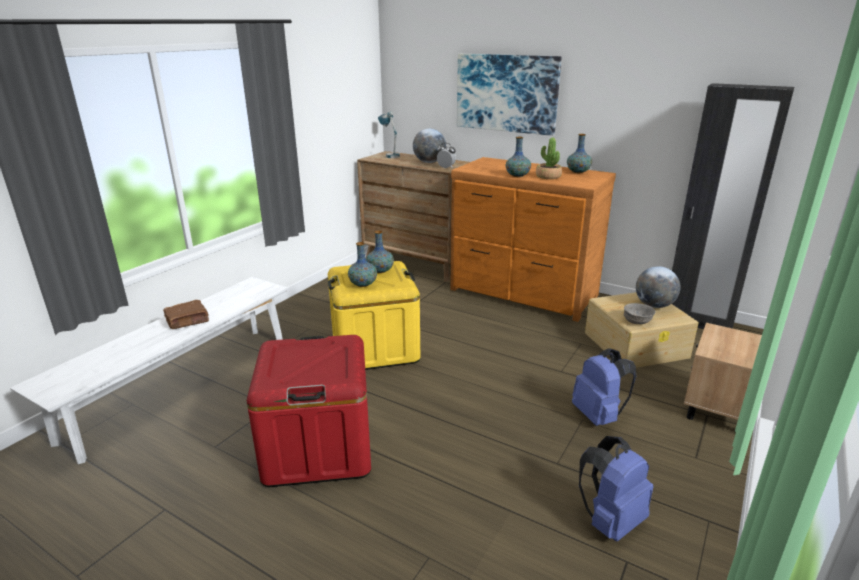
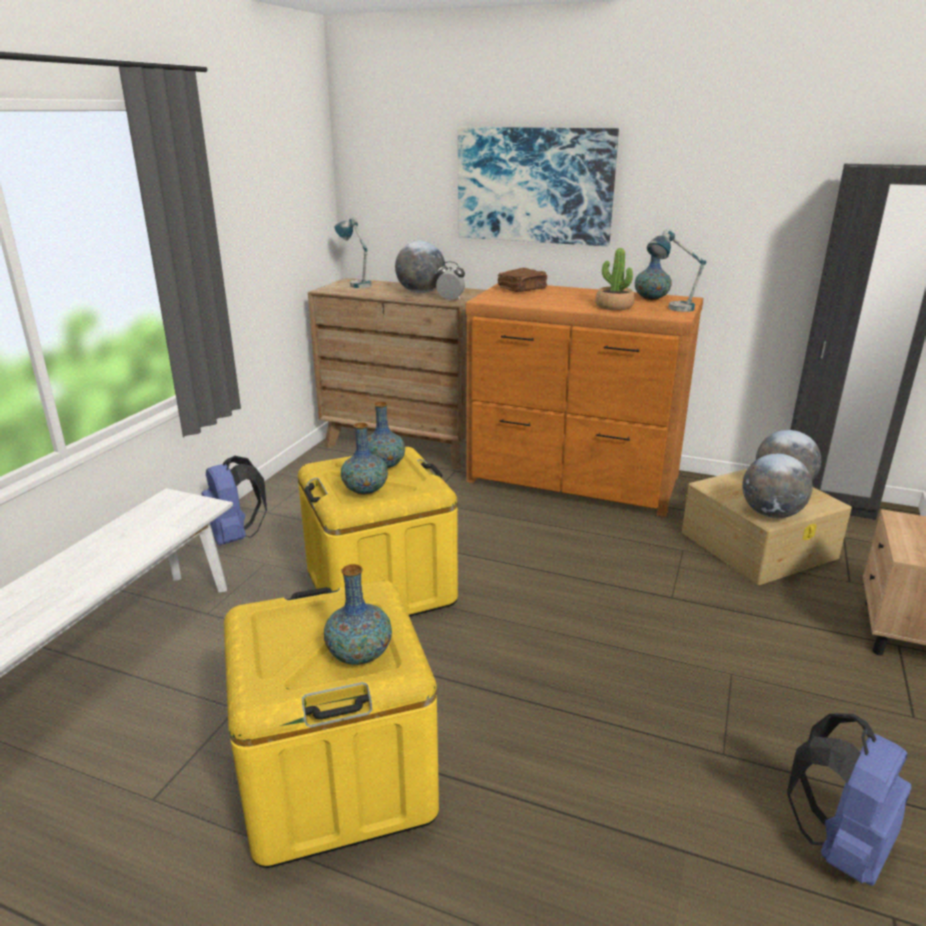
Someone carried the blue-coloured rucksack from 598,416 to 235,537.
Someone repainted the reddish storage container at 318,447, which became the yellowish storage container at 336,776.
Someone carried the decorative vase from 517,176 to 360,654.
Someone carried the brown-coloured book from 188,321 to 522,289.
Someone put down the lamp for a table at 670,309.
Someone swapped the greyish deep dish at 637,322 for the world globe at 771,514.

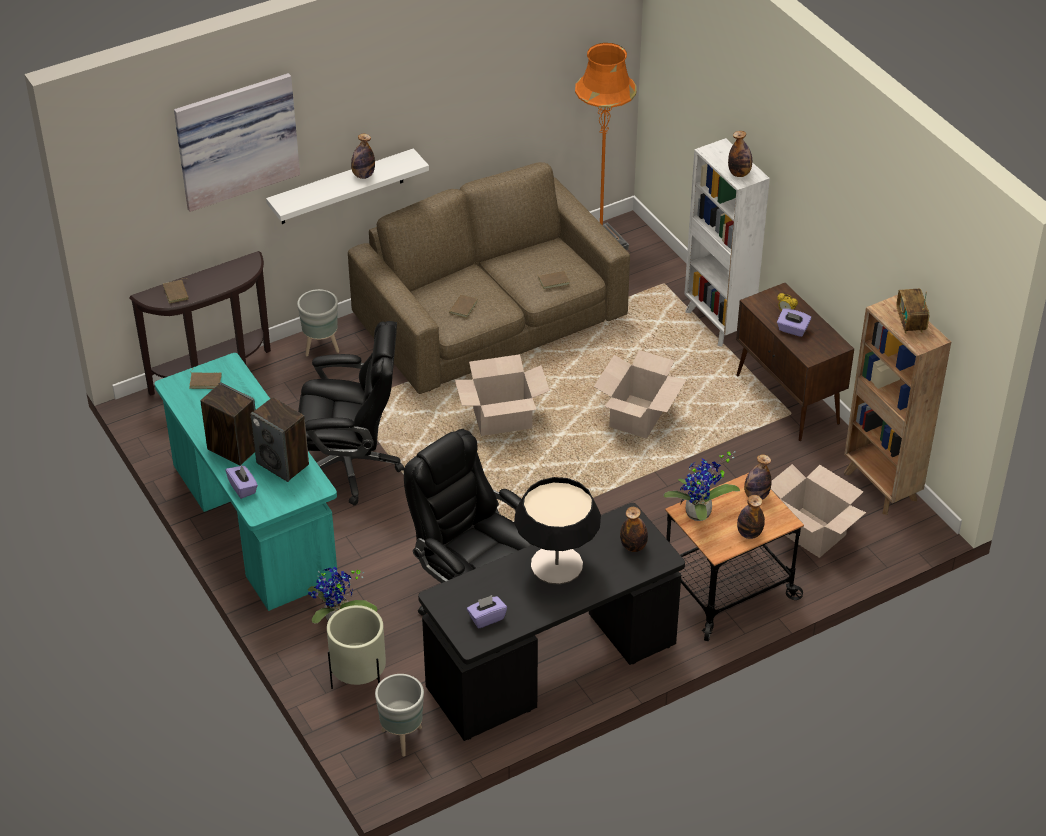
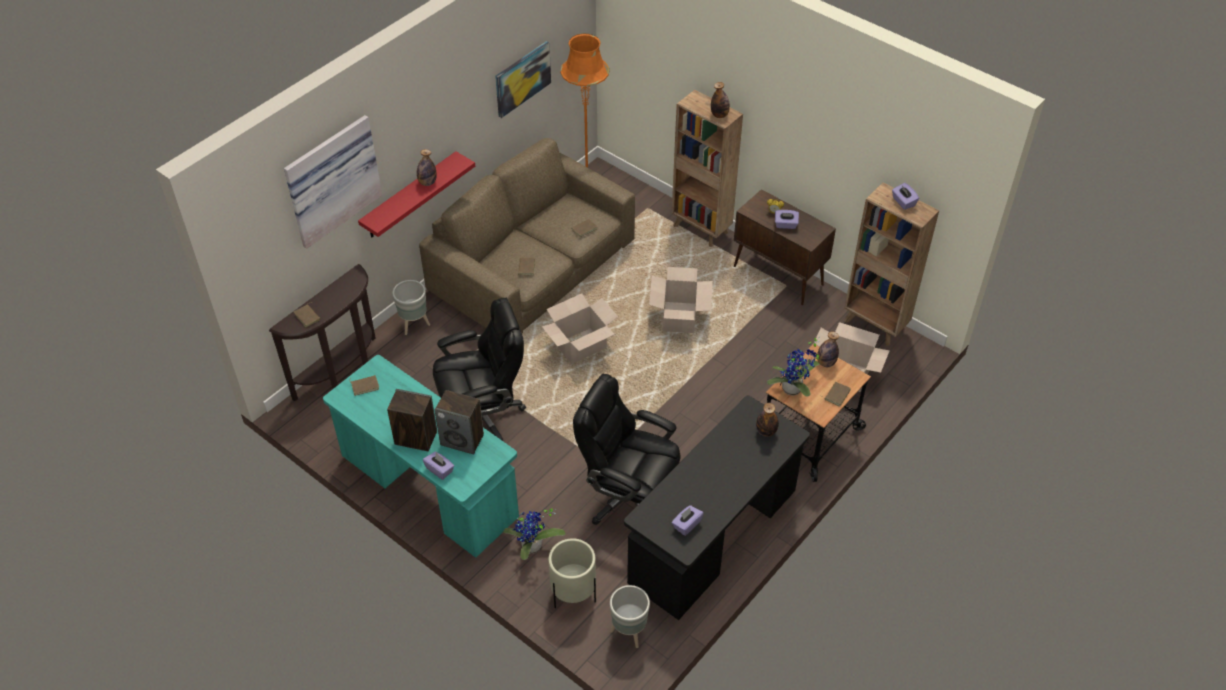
Someone repainted the white wall shelf at 341,187, which became the reddish wall shelf at 410,196.
Someone put up the picture at 522,78.
Someone repainted the white bookshelf at 718,324, which became the brown-coloured bookshelf at 701,230.
Someone swapped the beverage bottle at 749,533 for the brown-coloured book at 836,394.
Someone swapped the radio set at 910,322 for the purplish tissue holder at 903,202.
Someone took away the lamp for a table at 556,564.

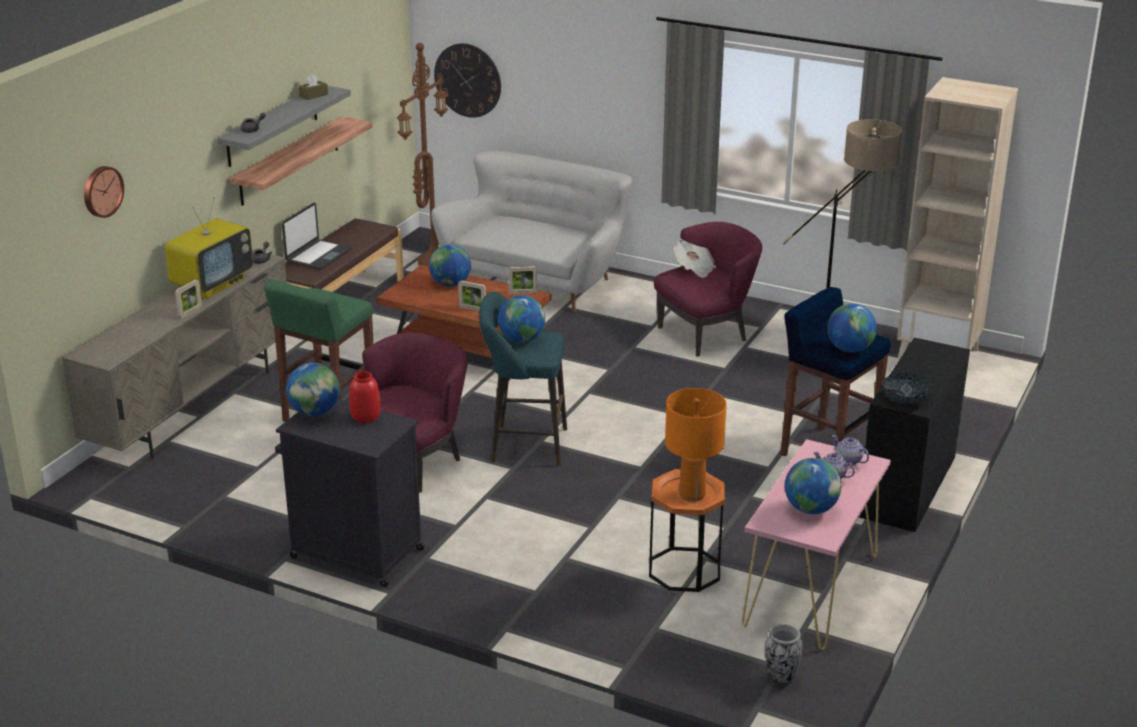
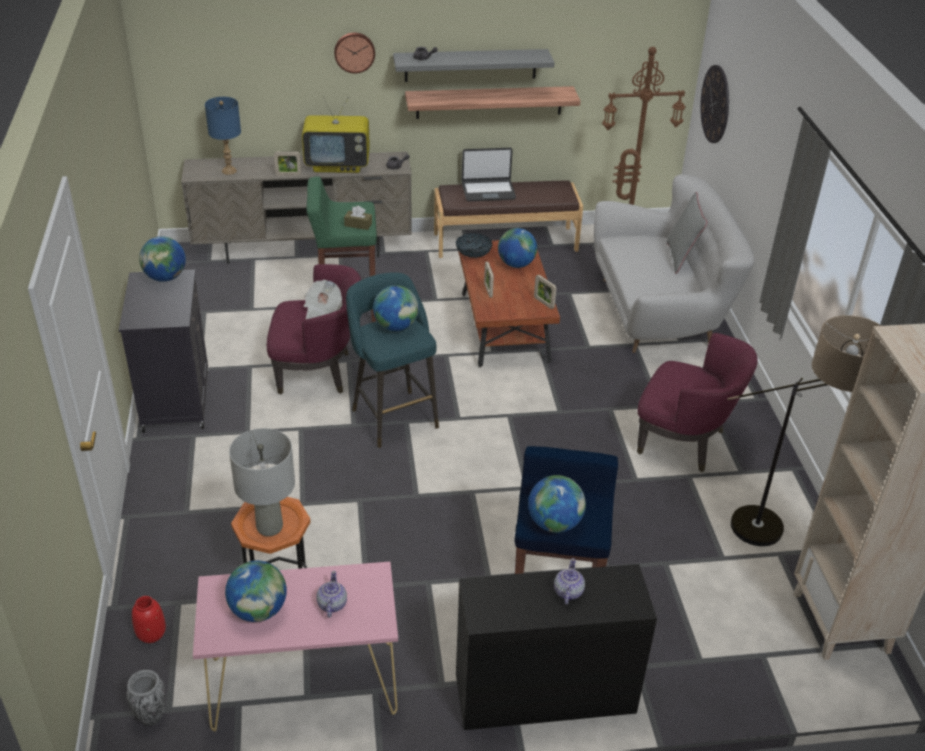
Someone carried the reddish decorative vase from 366,417 to 151,634.
Someone put down the blue-coloured lamp for a table at 229,171.
Someone repainted the orangey lamp for a table at 691,494, which became the greyish lamp for a table at 270,527.
Someone carried the daily paper from 694,268 to 323,311.
Someone carried the clock on the wall from 101,191 to 354,52.
Someone carried the brown-coloured tissue holder from 313,95 to 358,225.
Someone carried the deep dish from 905,400 to 473,253.
Someone carried the teapot from 848,461 to 567,592.
Someone put down the greyish cushion at 681,258.

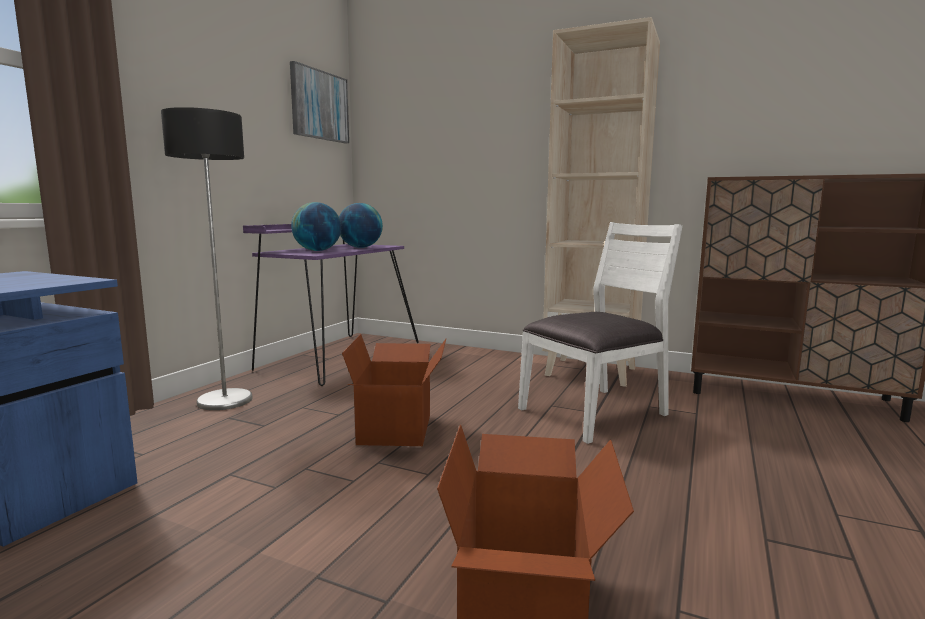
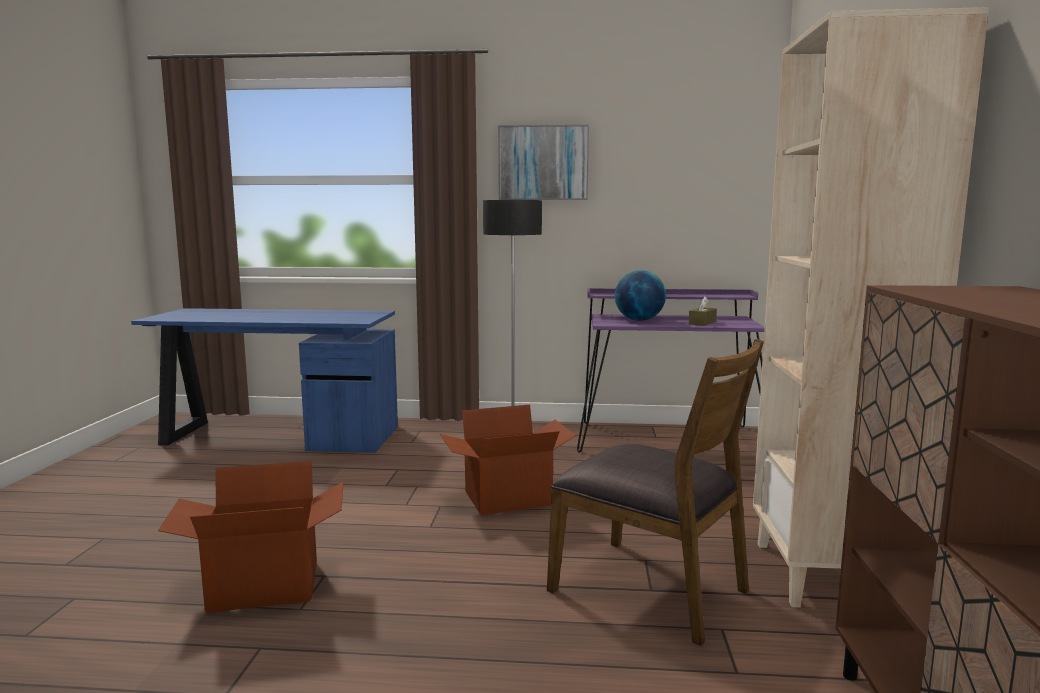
Someone carried the picture from 319,105 to 543,163.
Someone repainted the white upright chair at 595,412, which became the brown-coloured upright chair at 651,589.
Someone swapped the world globe at 360,247 for the brown-coloured tissue holder at 702,323.

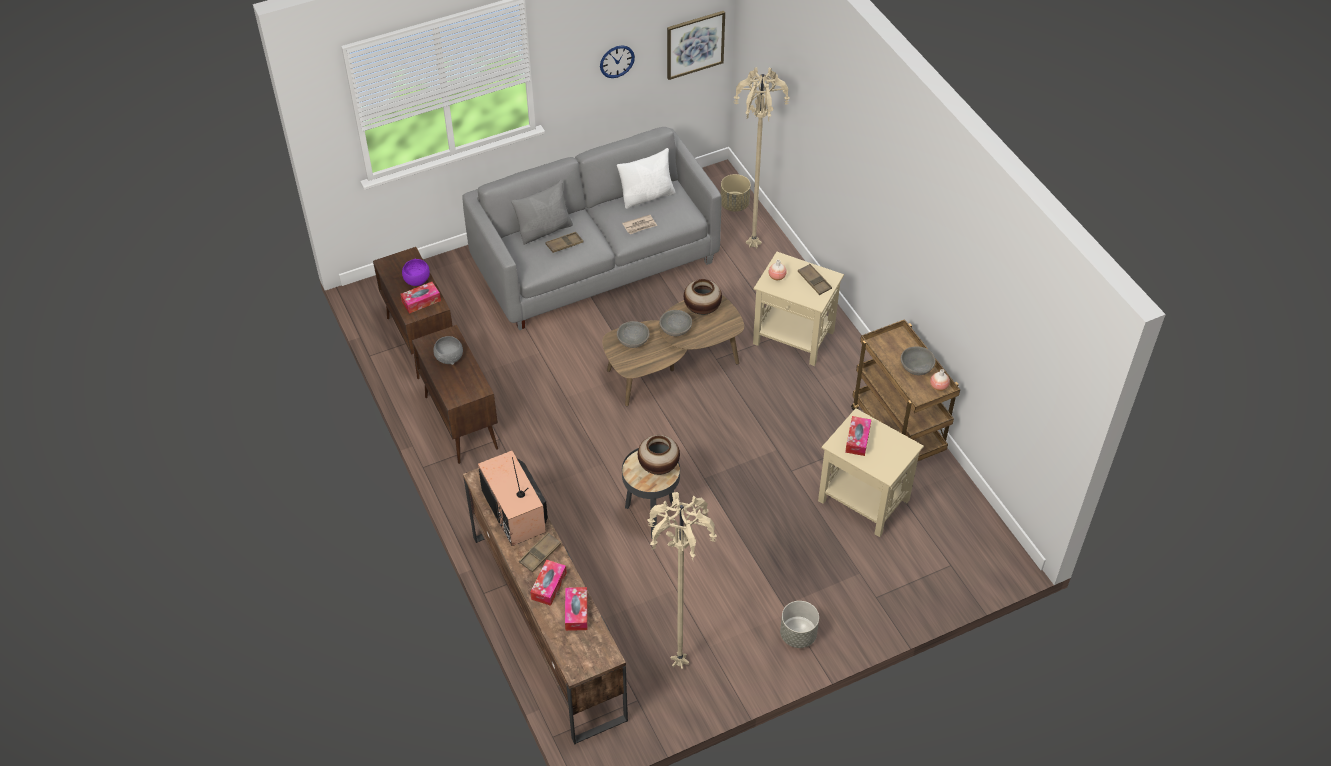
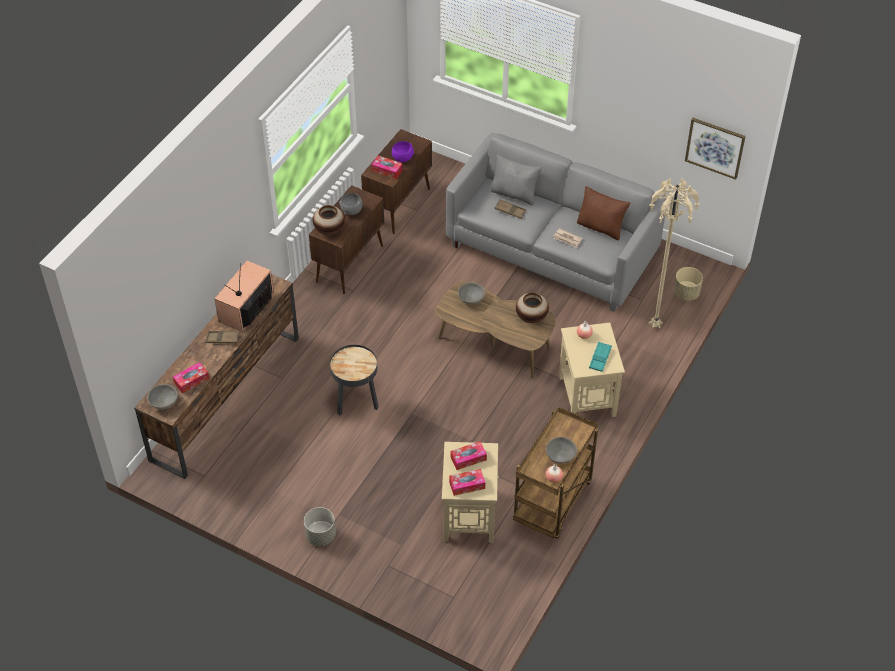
Someone carried the greyish deep dish from 676,329 to 164,403.
Someone carried the decorative vase from 659,466 to 329,230.
Someone carried the tissue holder from 549,586 to 467,485.
Someone repainted the white cushion at 647,196, which became the brown-coloured cushion at 601,227.
Someone repainted the brown-coloured tray at 814,281, which became the turquoise-coloured tray at 600,358.
Someone took away the clock on the wall at 617,61.
Someone took away the sand-coloured standing lamp at 679,662.

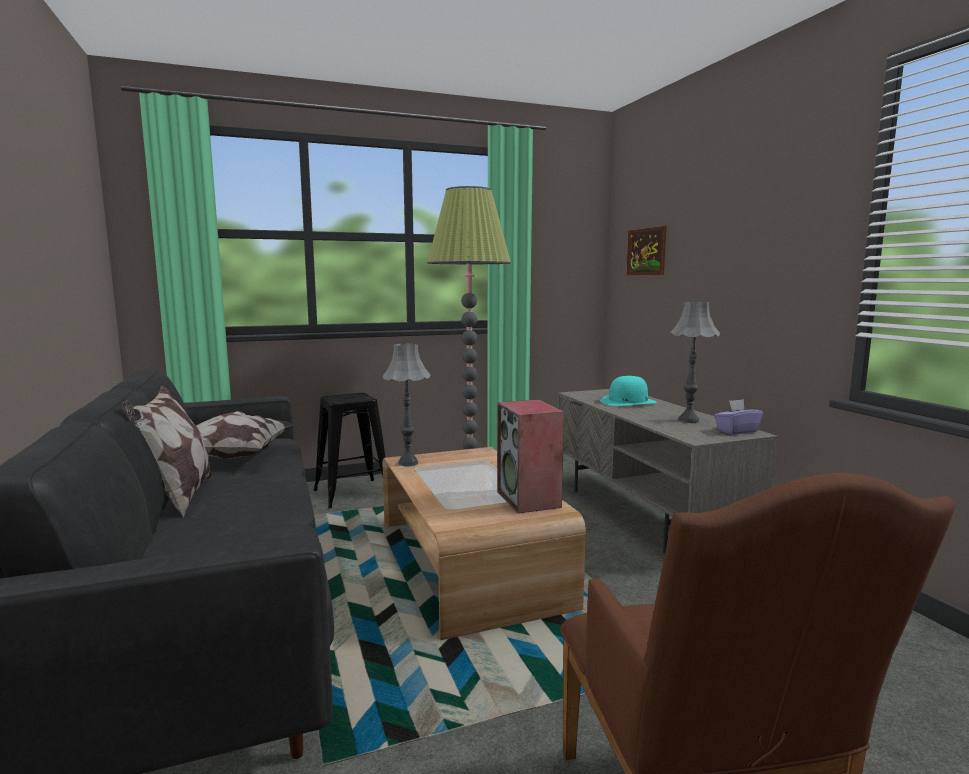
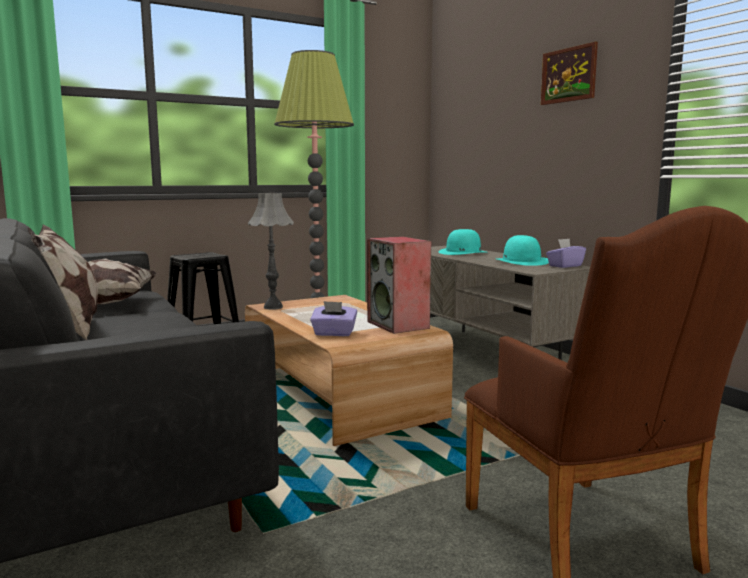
Someone put down the purplish tissue holder at 334,333.
Someone swapped the greyish lamp for a table at 688,420 for the turquoise-coloured hat at 522,261.
Someone carried the picture from 646,251 to 568,75.

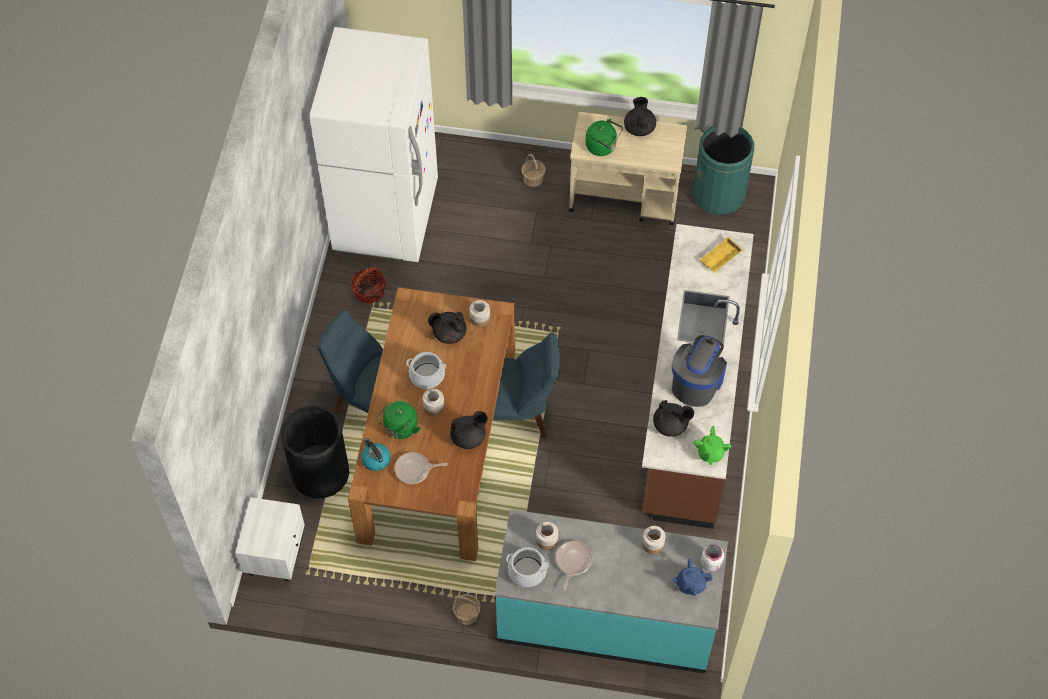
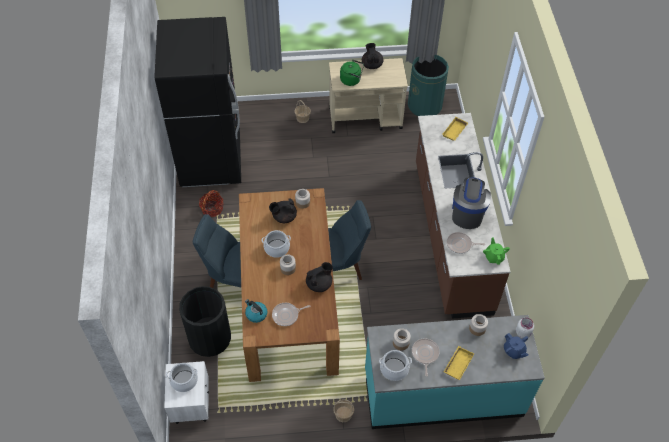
Someone repainted the white fridge at 386,216, which became the black fridge at 211,159.
Someone put down the stockpot at 184,381.
Someone put down the yellowish tray at 457,363.
Someone swapped the black teapot at 671,425 for the frying pan at 460,244.
Someone rotated the blue-coloured teapot at 690,584 by 105 degrees counterclockwise.
Someone took away the greenish water kettle at 400,428.

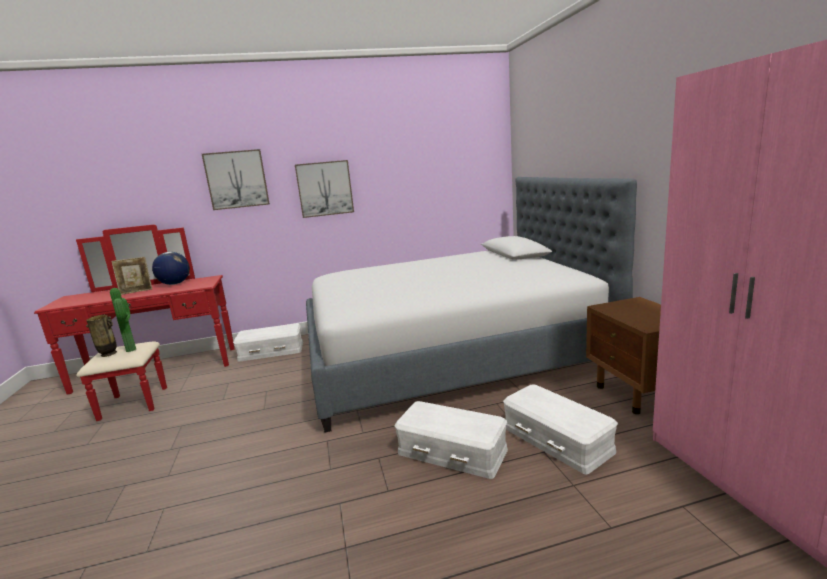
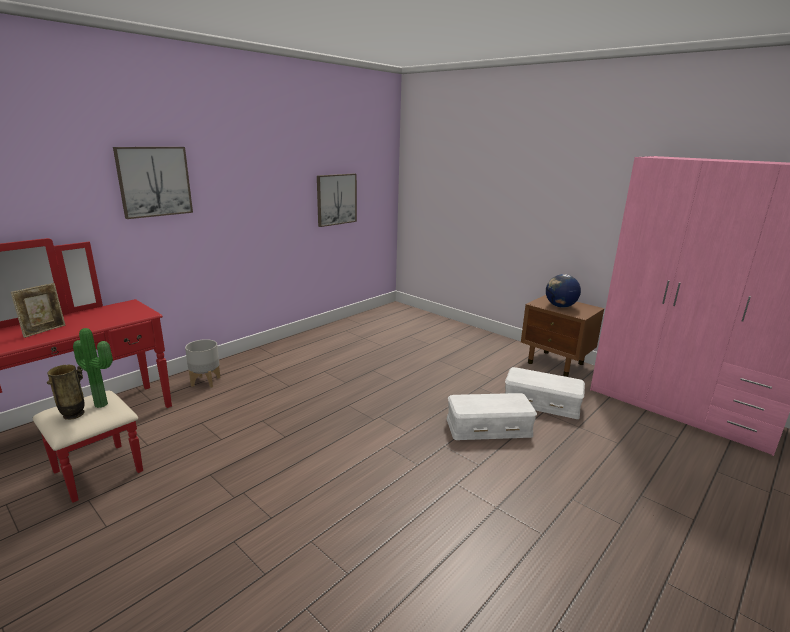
Someone swapped the white storage container at 271,351 for the greyish plant pot at 205,382.
Someone carried the picture from 325,188 to 336,199.
Someone carried the world globe from 174,284 to 560,306.
Someone took away the bedroom bed at 450,354.

